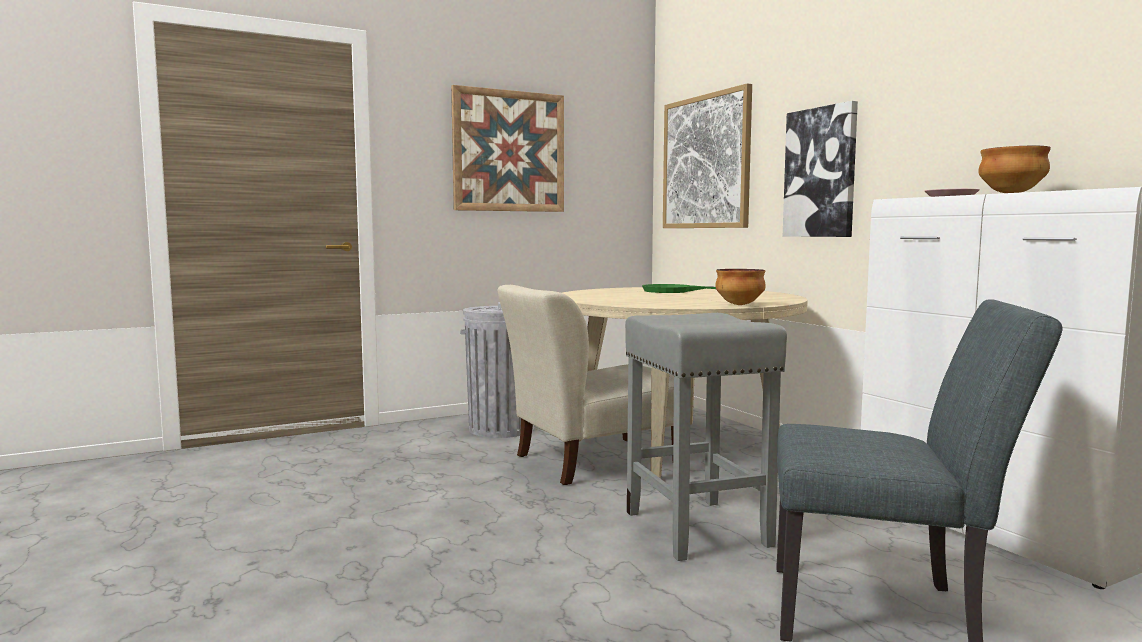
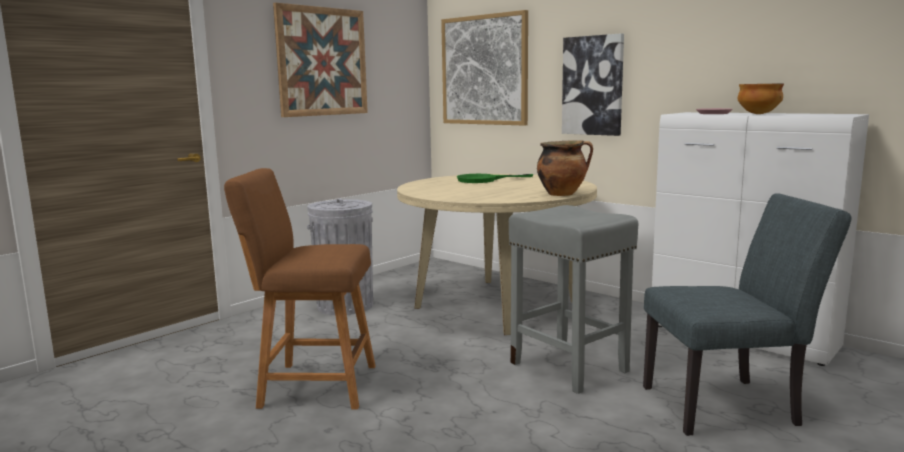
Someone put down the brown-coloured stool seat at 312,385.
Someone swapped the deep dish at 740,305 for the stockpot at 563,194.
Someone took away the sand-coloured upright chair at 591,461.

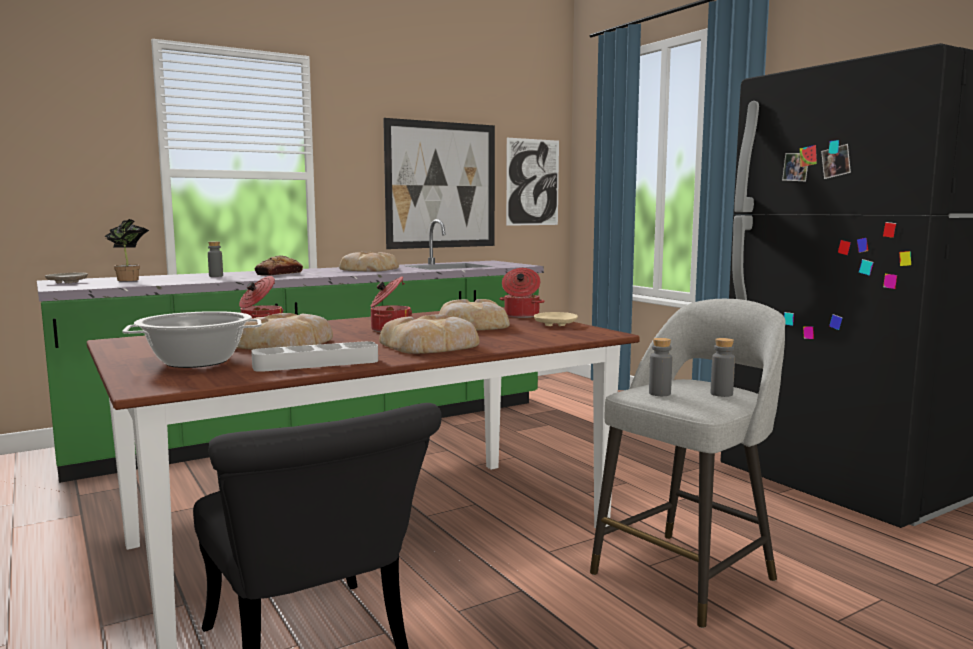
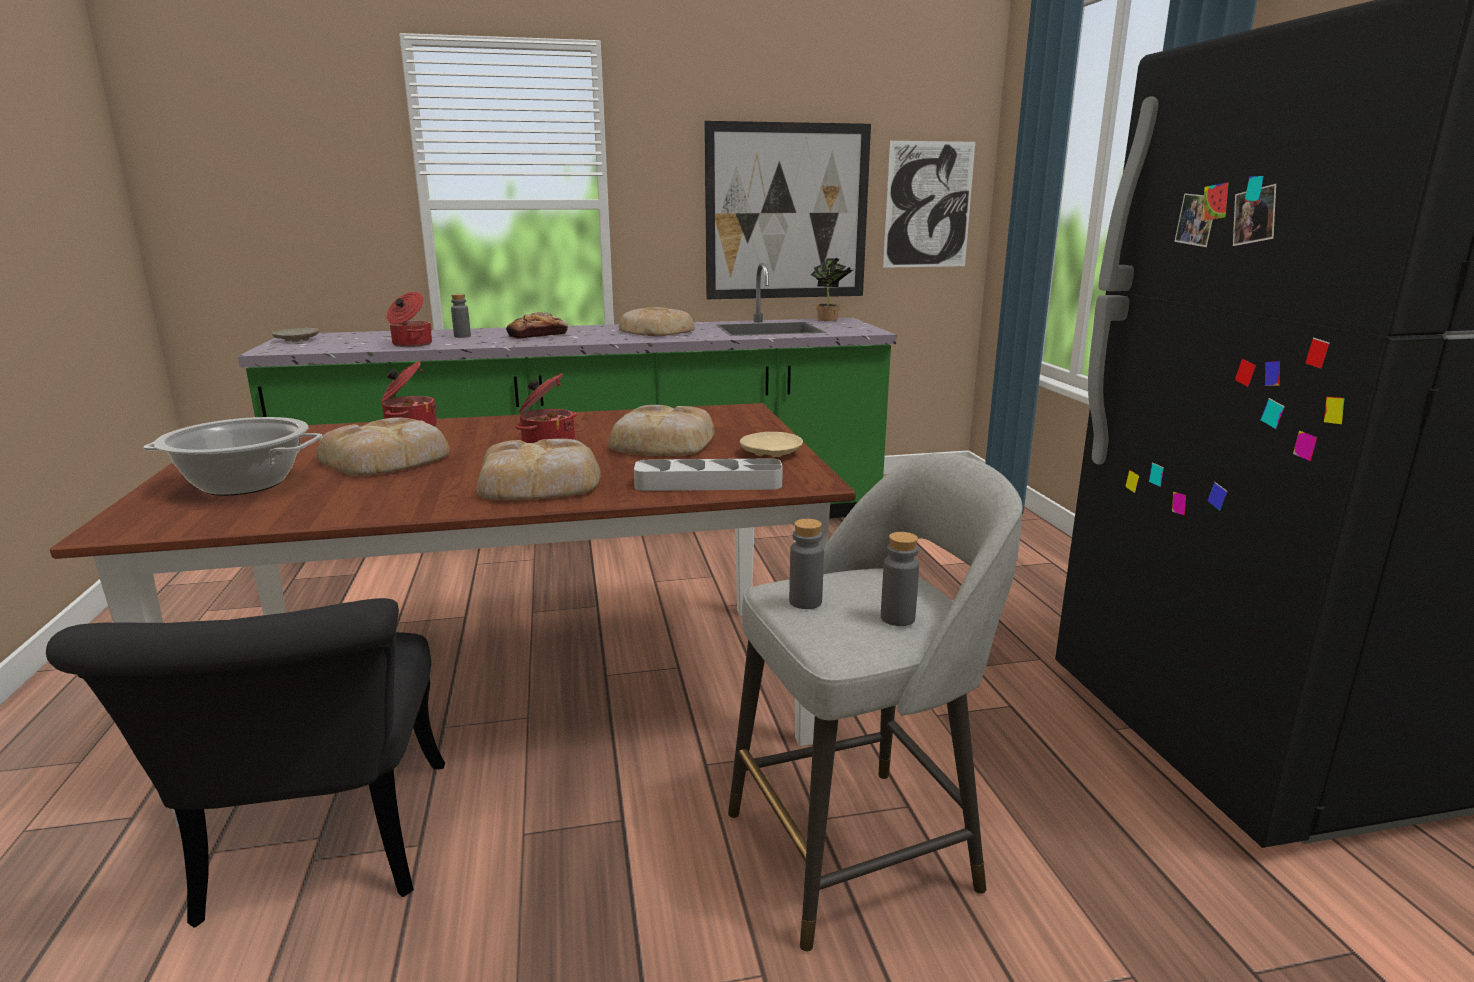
Someone carried the stockpot from 521,315 to 411,344.
Someone carried the greyish tray from 316,363 to 708,483.
Someone carried the houseplant from 130,280 to 830,320.

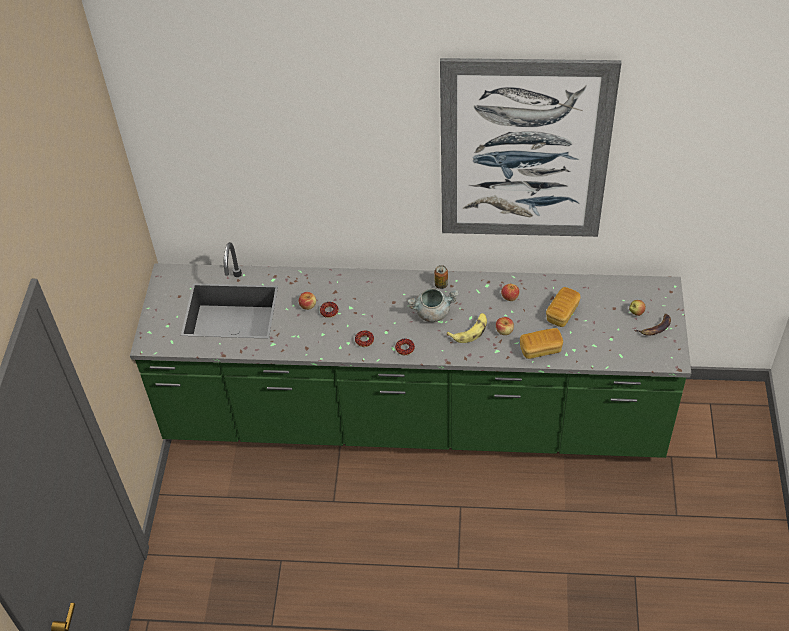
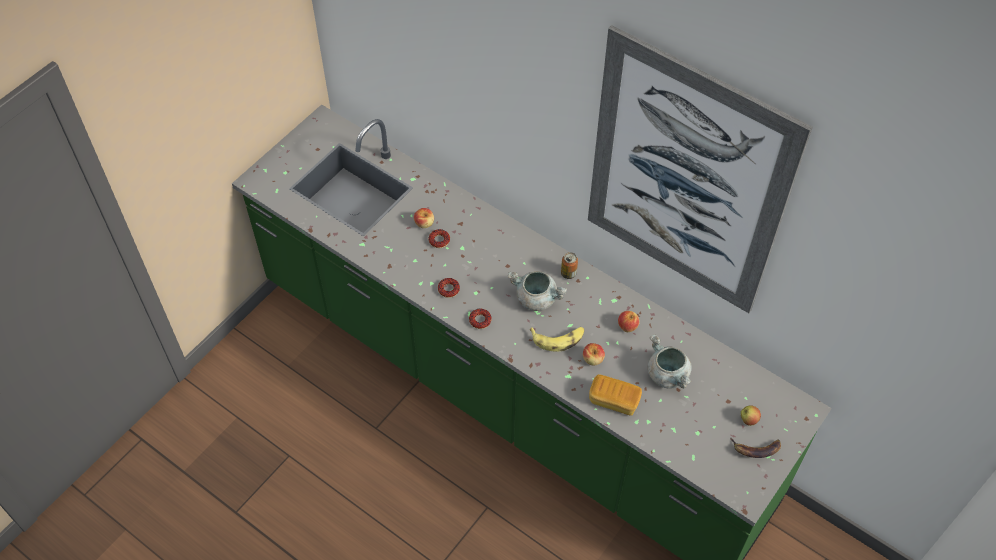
Someone swapped the bread at 562,313 for the greyish stockpot at 668,375.

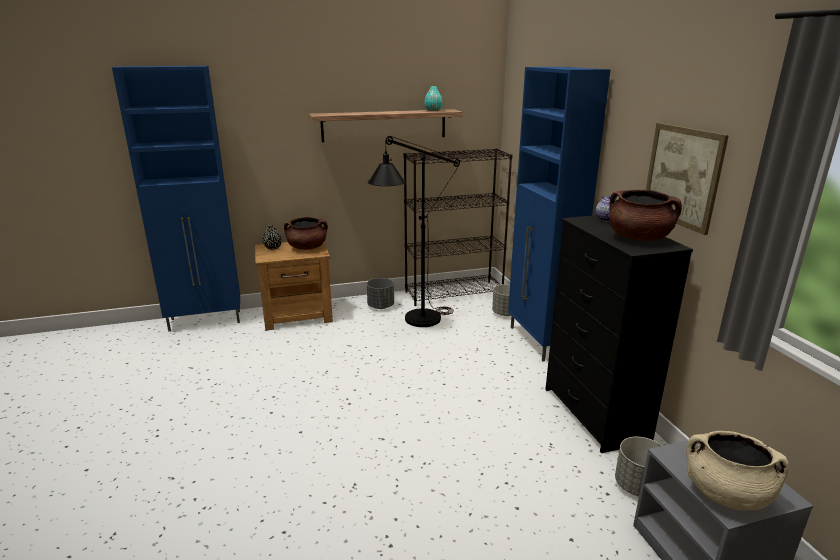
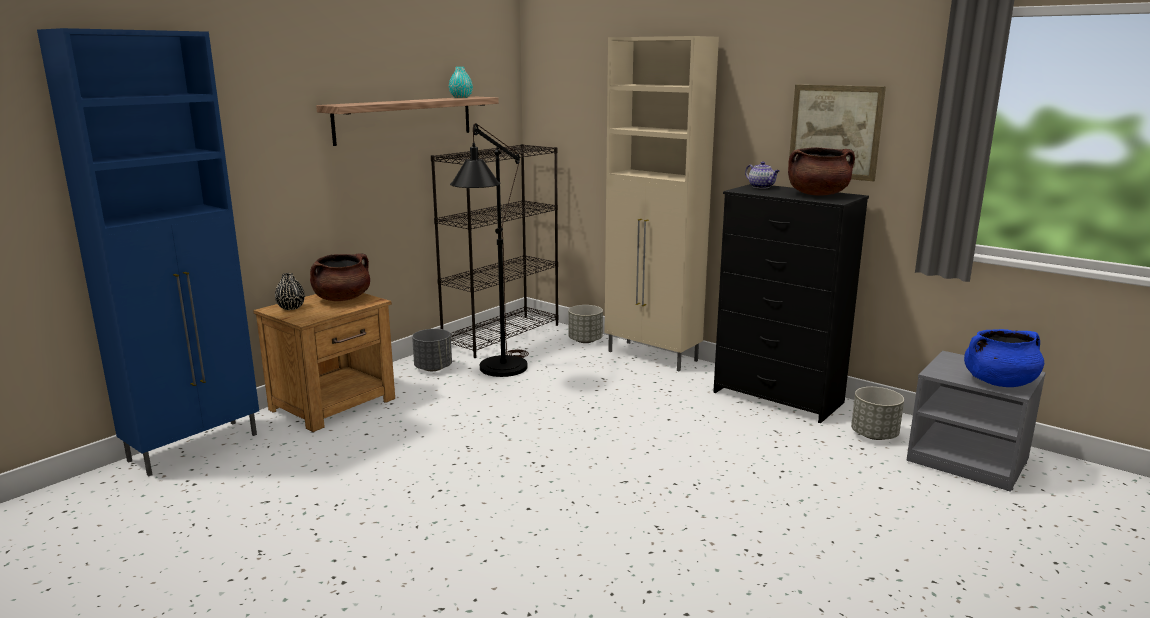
Someone repainted the blue-coloured storage cabinet at 539,342, which became the sand-coloured storage cabinet at 653,356.
Someone repainted the sand-coloured stockpot at 726,494, which became the blue-coloured stockpot at 999,382.

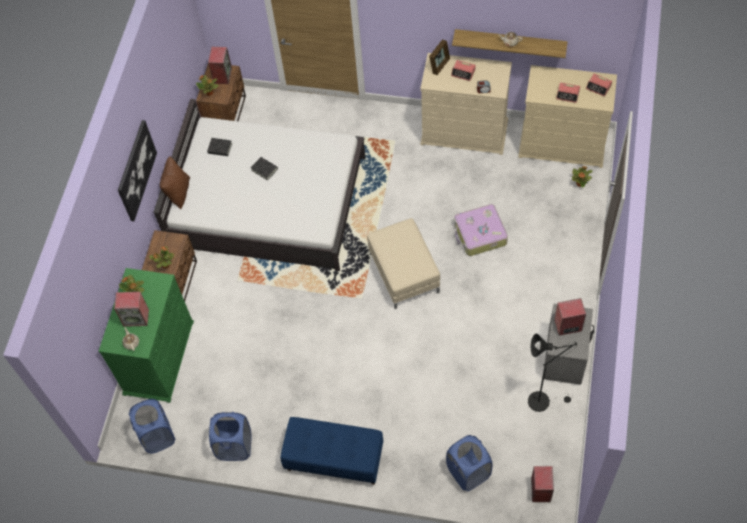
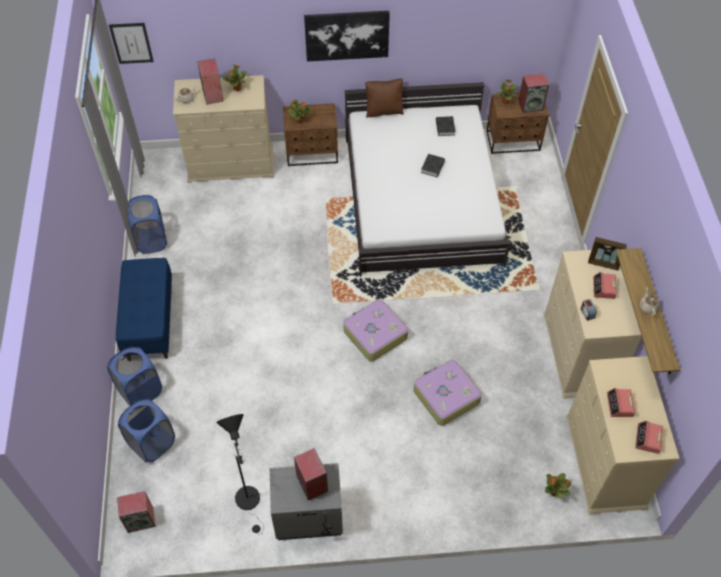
Someone carried the blue-coloured laundry basket from 157,435 to 140,391.
Someone put up the picture at 131,43.
Someone repainted the greenish drawer chest at 159,357, which became the sand-coloured drawer chest at 231,163.
Someone swapped the sand-coloured ottoman at 404,273 for the travel case at 374,334.

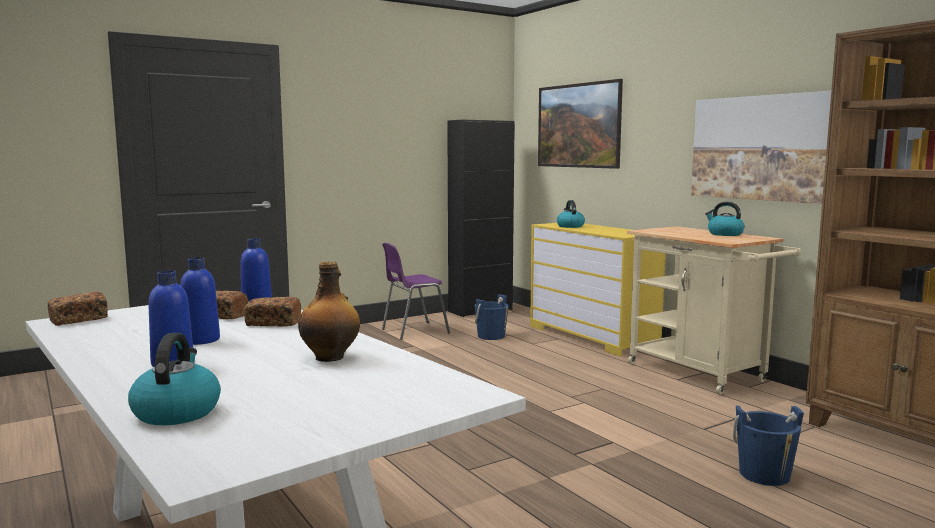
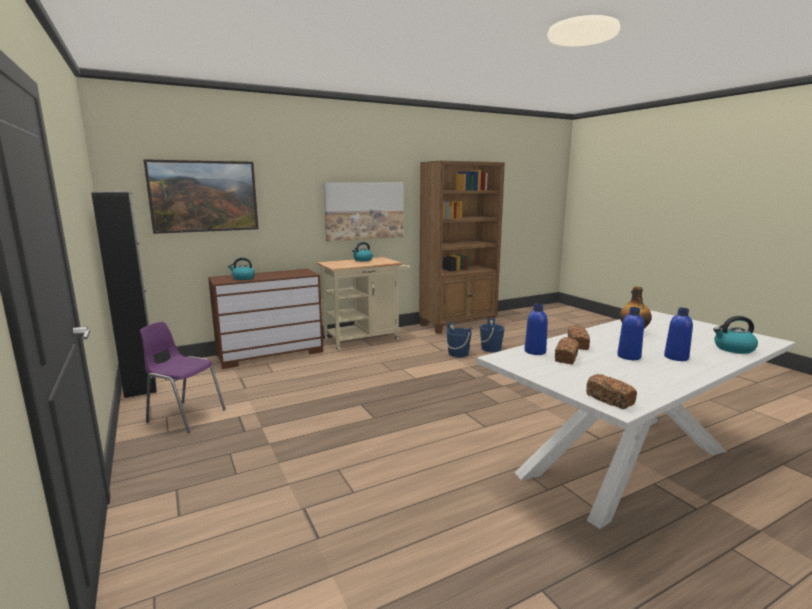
Someone rotated the purplish upright chair at 413,331 by 135 degrees clockwise.
Someone repainted the yellowish drawer chest at 592,336, which became the brown-coloured drawer chest at 270,353.
Someone carried the blue-coloured water bucket from 491,336 to 458,353.

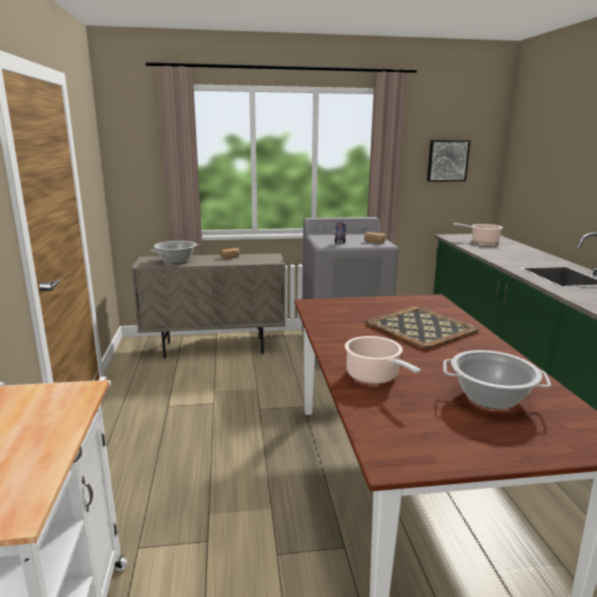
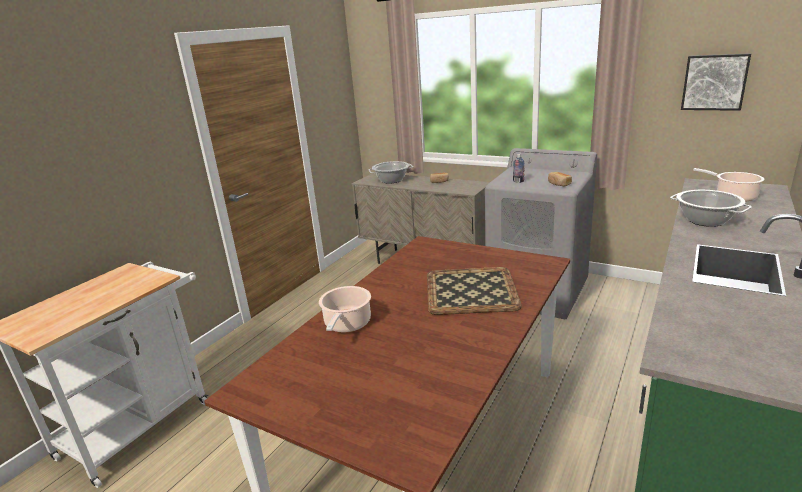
Someone carried the stockpot from 491,397 to 706,221.

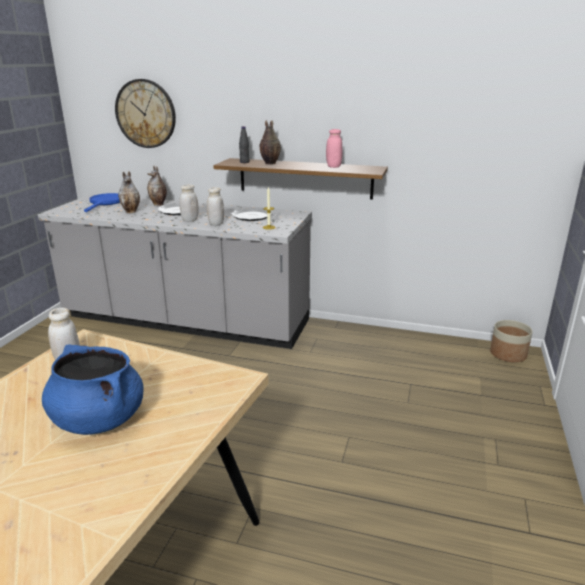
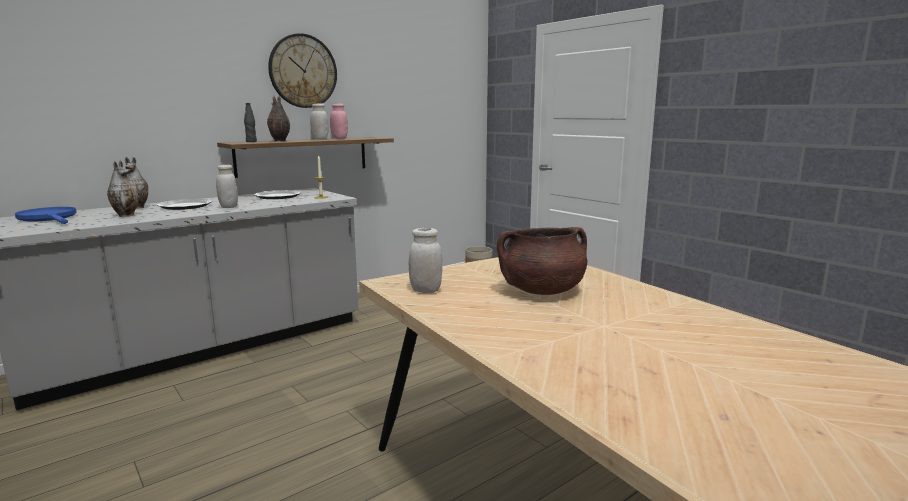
Someone carried the clock on the wall from 145,114 to 303,71.
Someone carried the white preserve jar from 216,224 to 320,139.
Someone repainted the blue-coloured stockpot at 98,419, which became the brown-coloured stockpot at 541,290.

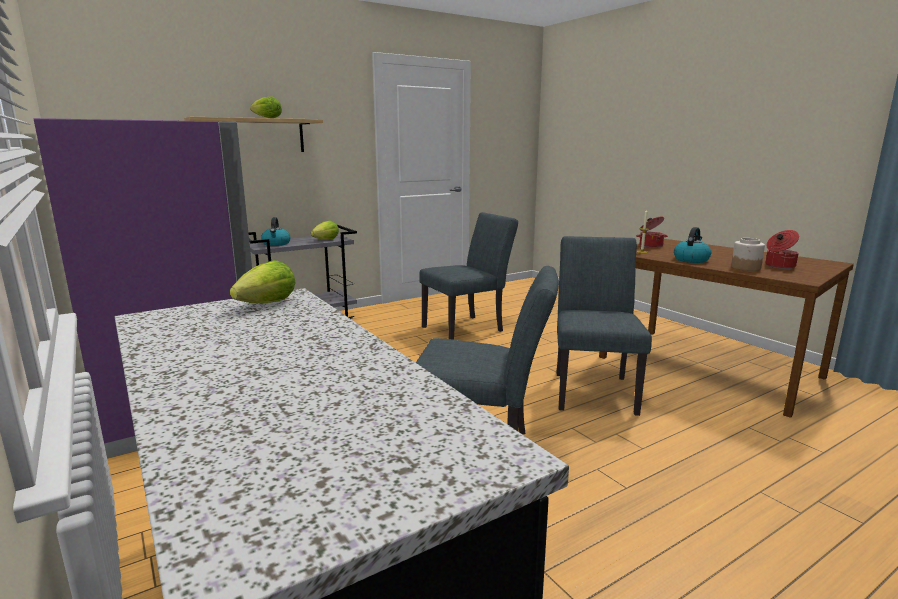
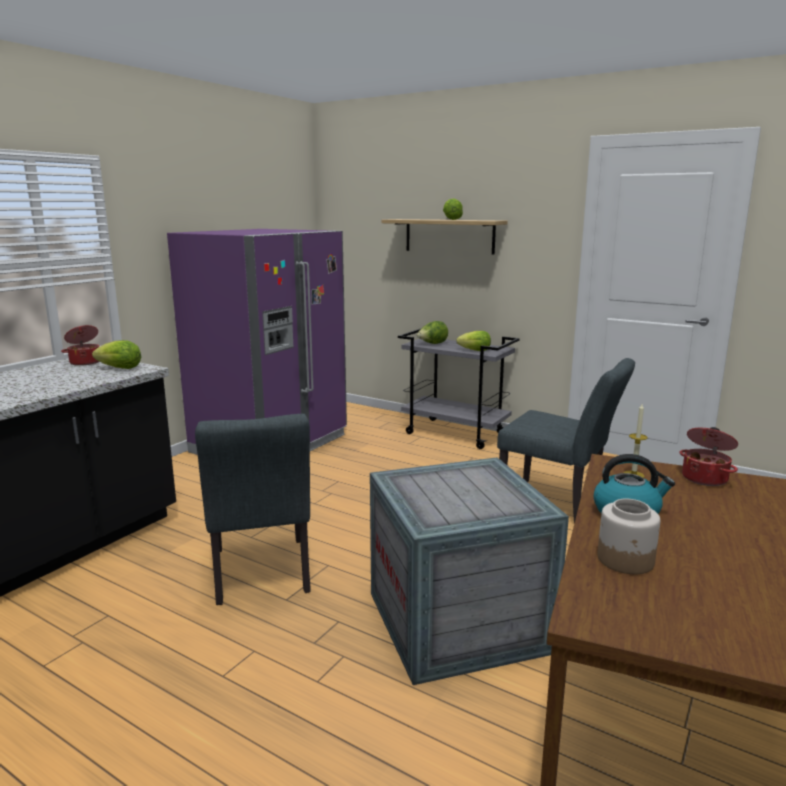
Someone carried the stockpot from 779,266 to 85,362.
Someone swapped the greyish upright chair at 593,389 for the packing crate at 458,623.
Someone swapped the water kettle at 276,244 for the lettuce head at 432,344.

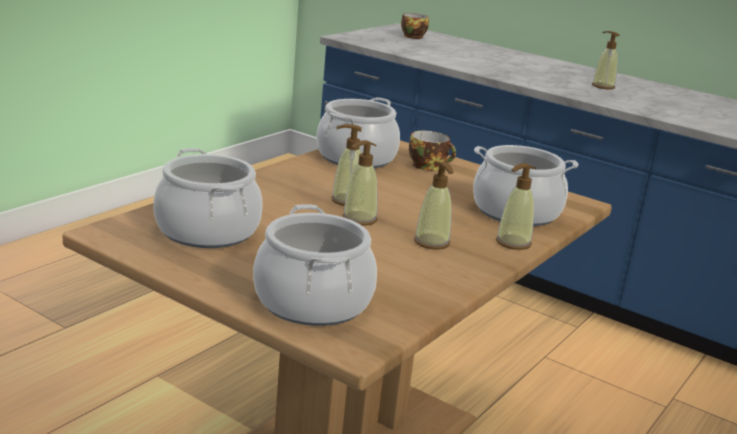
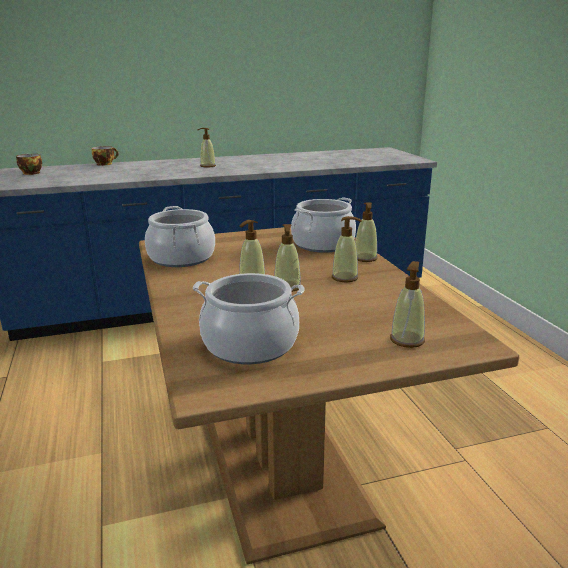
Someone carried the cup from 429,166 to 105,164.
Someone swapped the stockpot at 312,302 for the liquid soap bottle at 407,340.

